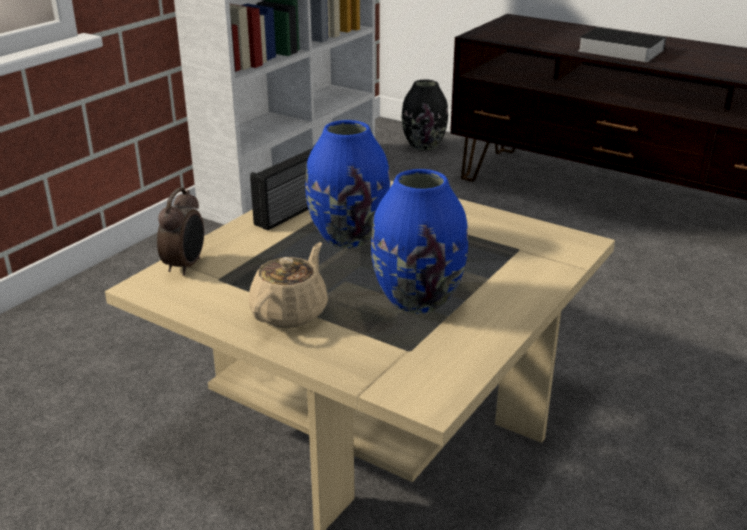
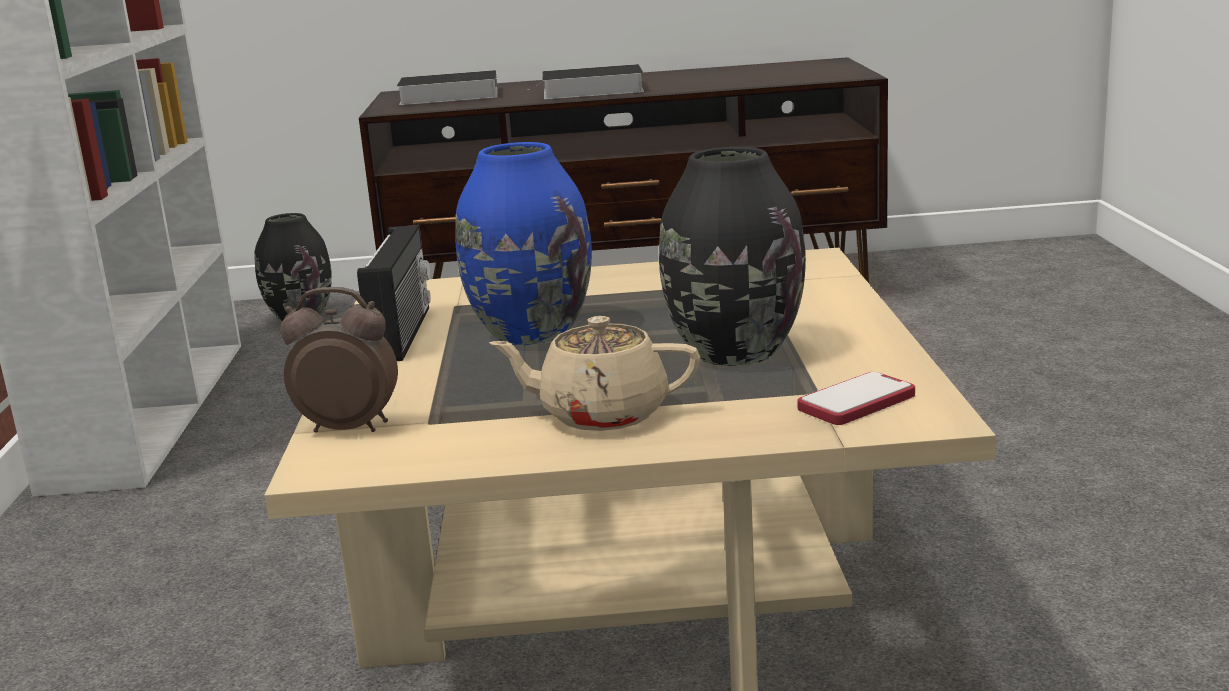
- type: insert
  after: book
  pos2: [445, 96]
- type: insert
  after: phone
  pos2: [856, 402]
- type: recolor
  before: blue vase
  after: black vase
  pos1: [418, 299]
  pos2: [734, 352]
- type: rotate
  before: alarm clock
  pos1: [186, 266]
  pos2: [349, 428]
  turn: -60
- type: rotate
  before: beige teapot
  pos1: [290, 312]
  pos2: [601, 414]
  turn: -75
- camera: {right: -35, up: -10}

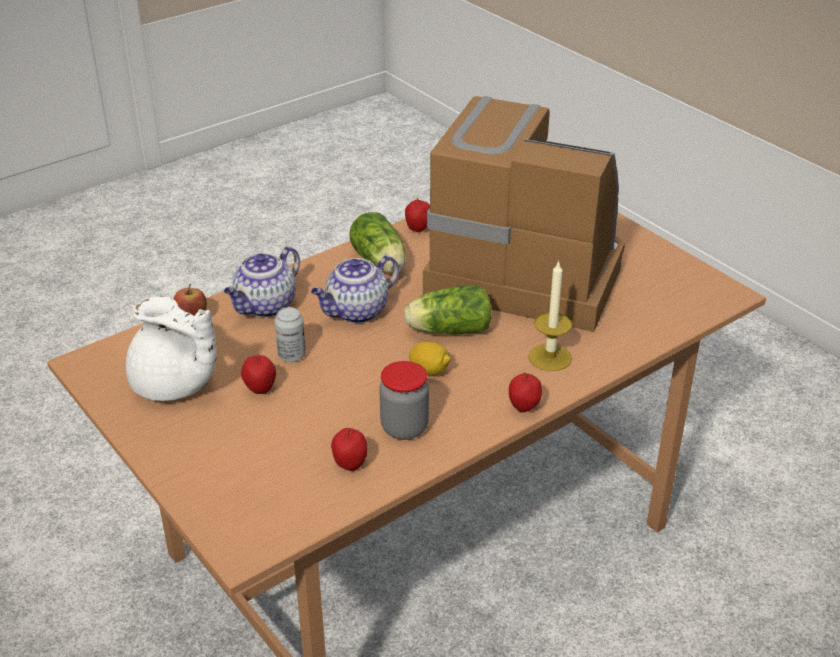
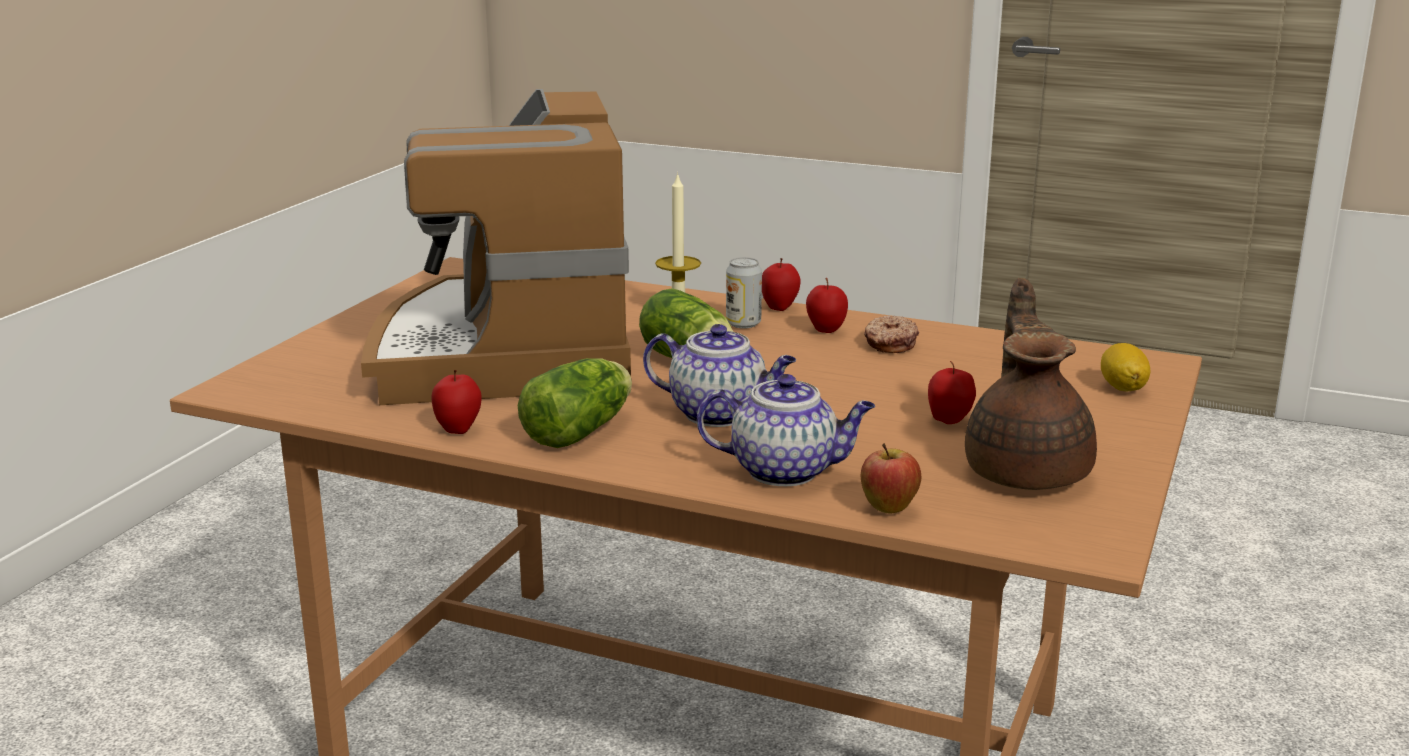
- type: move
  before: can
  pos1: [291, 355]
  pos2: [743, 324]
- type: move
  before: apple
  pos1: [350, 465]
  pos2: [826, 331]
- type: move
  before: lemon
  pos1: [429, 371]
  pos2: [1123, 388]
- type: replace
  before: jar
  after: donut
  pos1: [404, 428]
  pos2: [889, 343]
- type: recolor
  before: white teapot
  after: brown teapot
  pos1: [174, 386]
  pos2: [1027, 470]
- camera: {right: -120, up: -15}

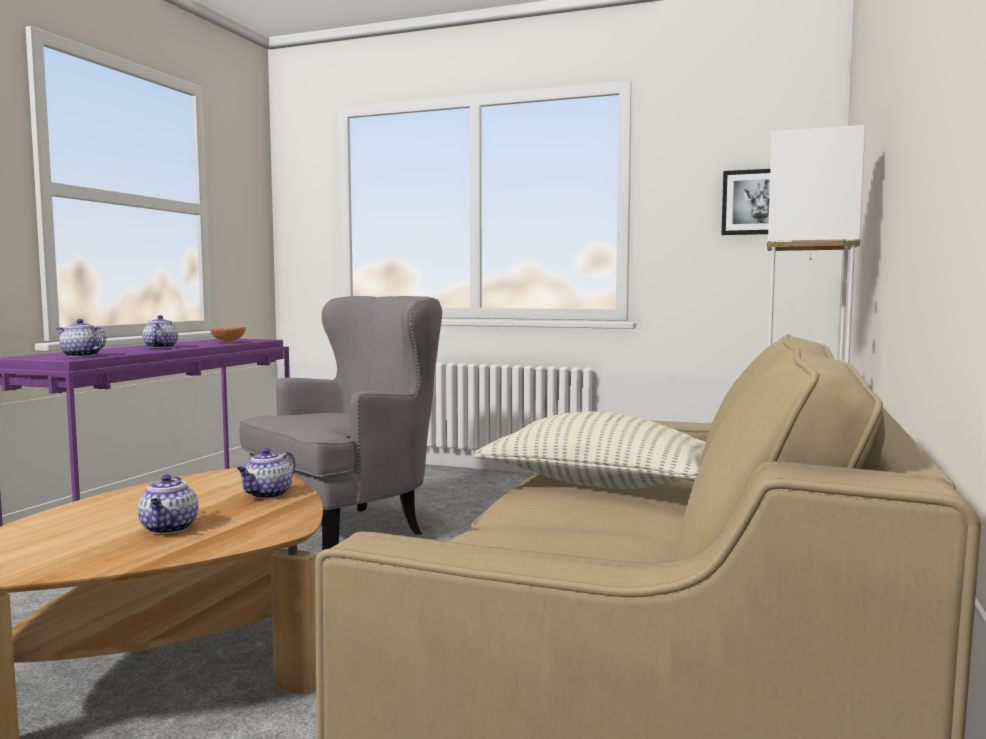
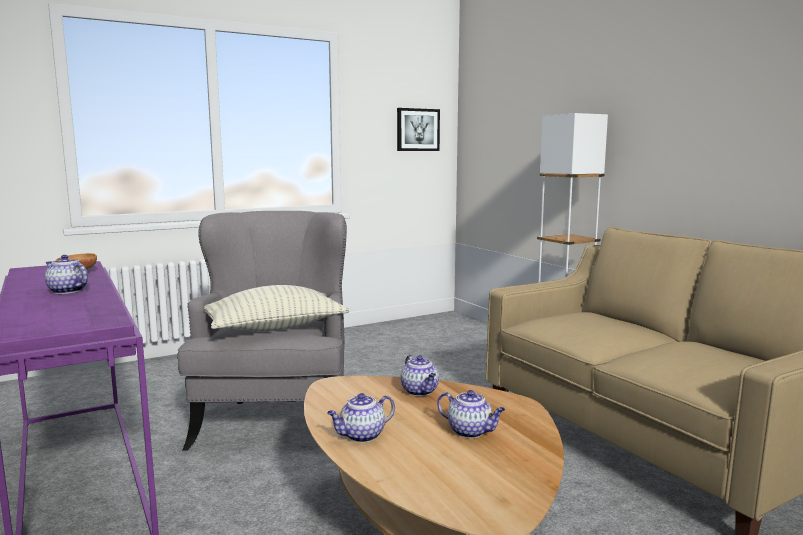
- type: move
  before: teapot
  pos1: [80, 356]
  pos2: [361, 436]
- type: move
  before: pillow
  pos1: [599, 484]
  pos2: [275, 328]
- camera: {right: -50, up: 5}

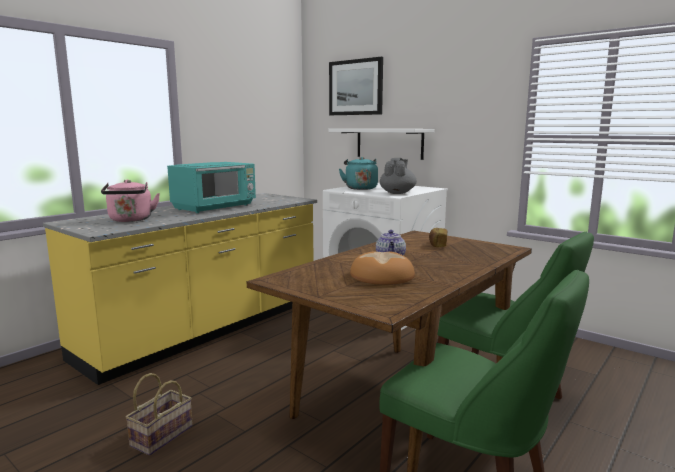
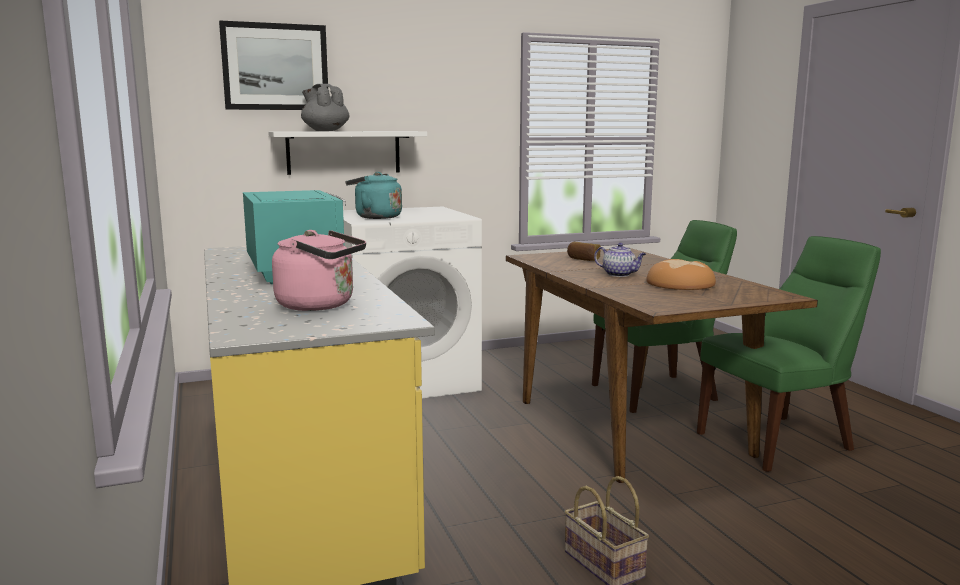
- type: move
  before: grey teapot
  pos1: [397, 193]
  pos2: [325, 131]
- camera: {right: -60, up: 0}

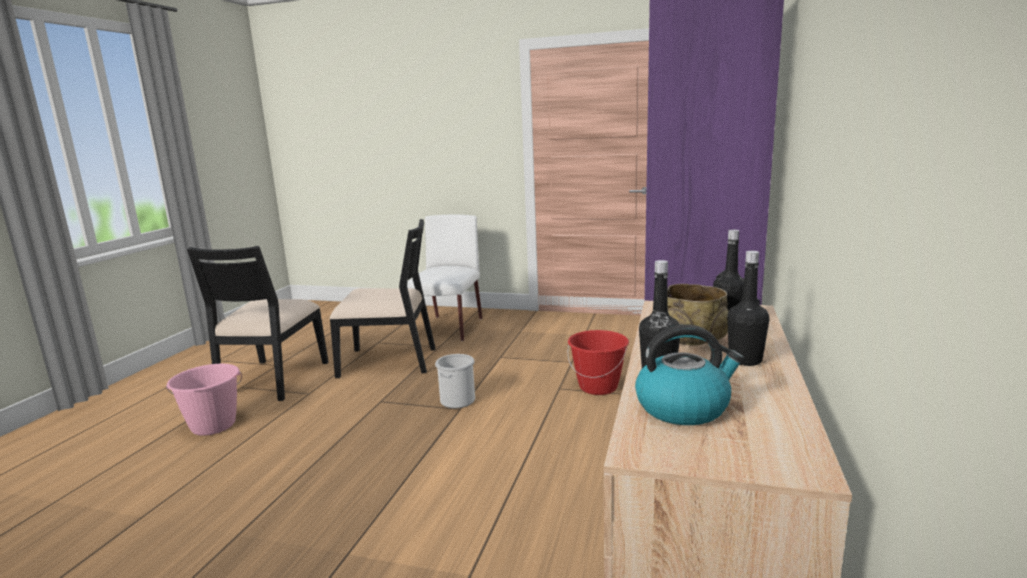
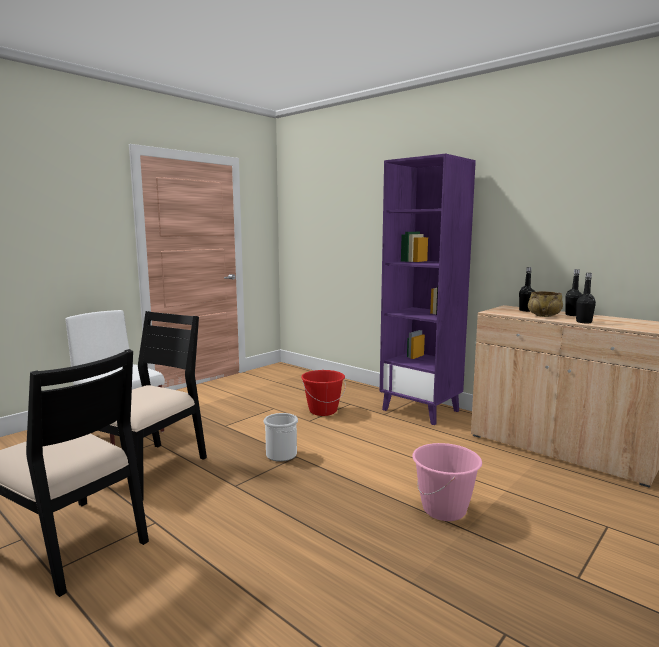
- type: delete
  before: kettle
  pos1: [683, 407]
- type: move
  before: pink bucket
  pos1: [213, 426]
  pos2: [444, 509]
- camera: {right: -65, up: -5}

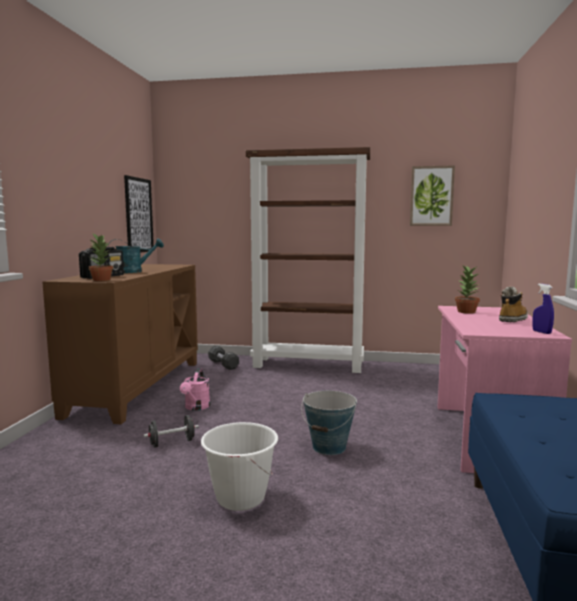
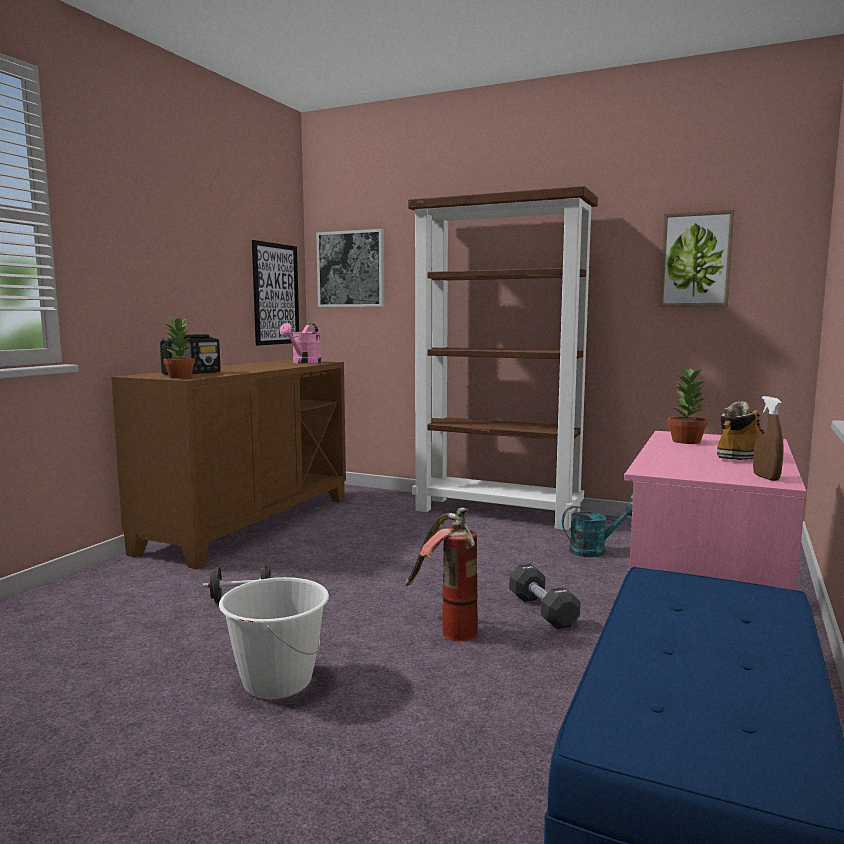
- type: insert
  after: picture
  pos2: [351, 269]
- type: move
  before: turquoise watering can
  pos1: [134, 271]
  pos2: [594, 550]
- type: move
  before: pink watering can
  pos1: [196, 407]
  pos2: [304, 362]
- type: move
  before: black dumbbell
  pos1: [223, 364]
  pos2: [542, 611]
- type: replace
  before: bucket
  after: fire extinguisher
  pos1: [329, 447]
  pos2: [446, 630]
- type: recolor
  before: blue spray bottle
  after: brown spray bottle
  pos1: [541, 332]
  pos2: [766, 477]
- camera: {right: 15, up: 0}

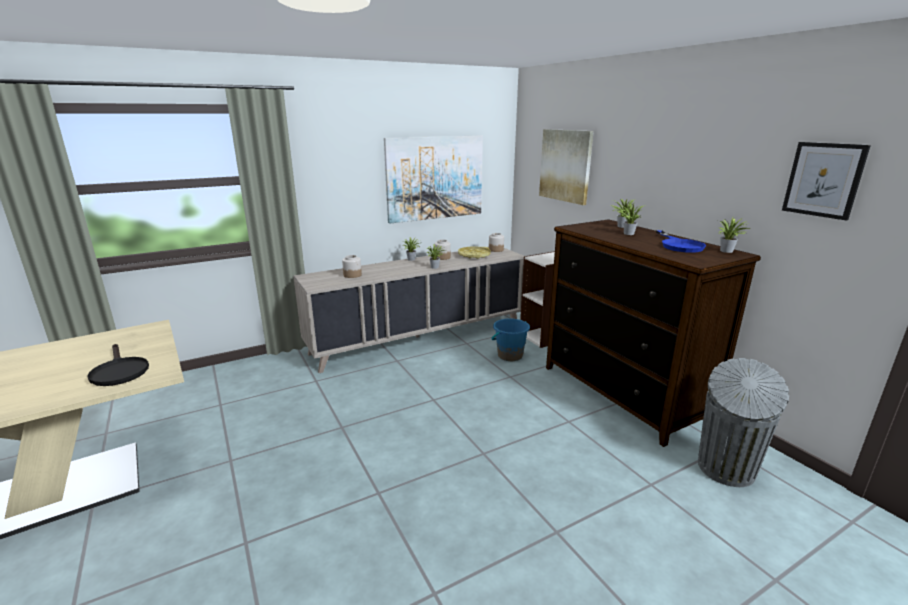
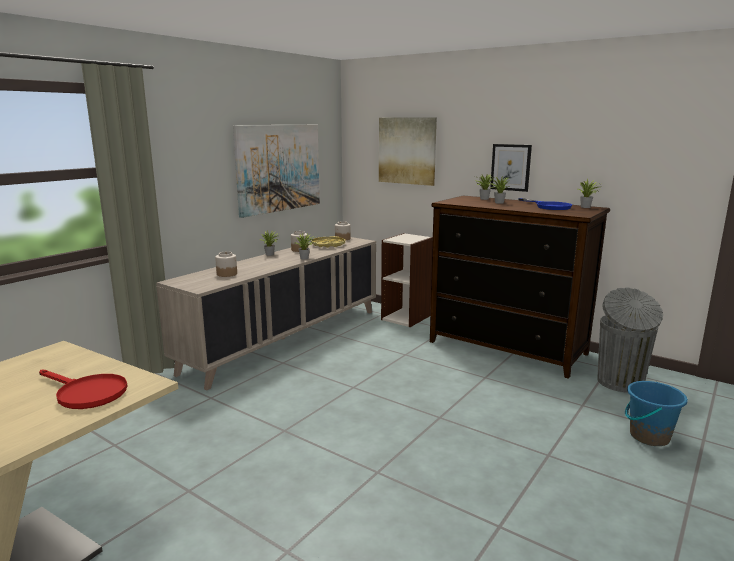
- type: move
  before: blue bucket
  pos1: [509, 355]
  pos2: [649, 436]
- type: move
  before: picture
  pos1: [823, 180]
  pos2: [510, 167]
- type: recolor
  before: black frying pan
  after: red frying pan
  pos1: [119, 371]
  pos2: [86, 393]
- camera: {right: -25, up: -5}

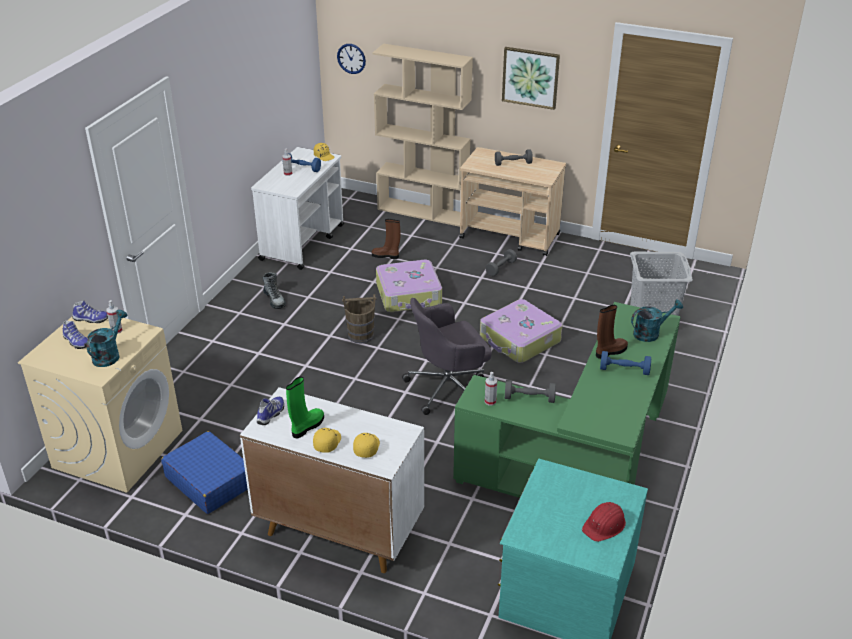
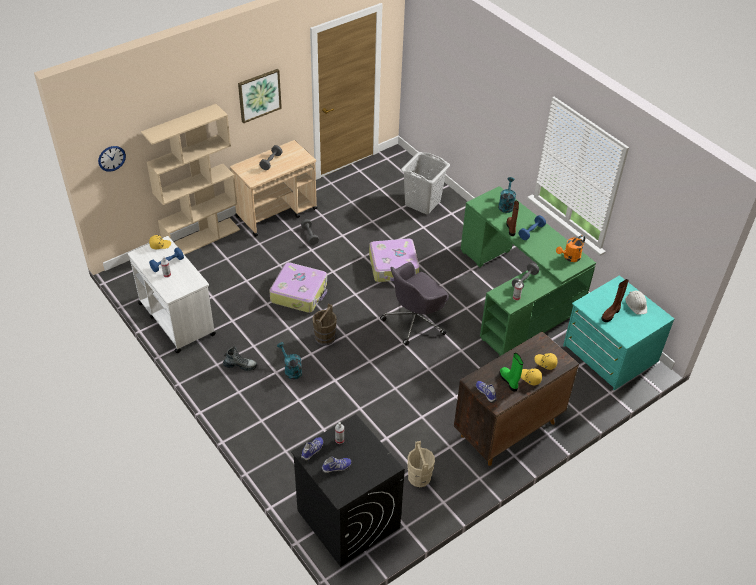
- type: insert
  after: orange watering can
  pos2: [569, 258]
- type: move
  before: turquoise watering can
  pos1: [109, 355]
  pos2: [291, 370]
- type: move
  before: brown boot
  pos1: [386, 256]
  pos2: [611, 314]
- type: replace
  before: blue suitcase
  after: beige bucket
  pos1: [210, 481]
  pos2: [419, 477]
- type: recolor
  before: beige washing machine
  after: black washing machine
  pos1: [118, 448]
  pos2: [347, 518]
- type: recolor
  before: white cabinet
  after: brown cabinet
  pos1: [338, 530]
  pos2: [507, 430]
- type: recolor
  before: red hard hat
  after: white hard hat
  pos1: [604, 525]
  pos2: [636, 304]
- type: rotate
  before: grey office chair
  pos1: [449, 388]
  pos2: [415, 321]
  turn: 45
- camera: {right: -60, up: 10}

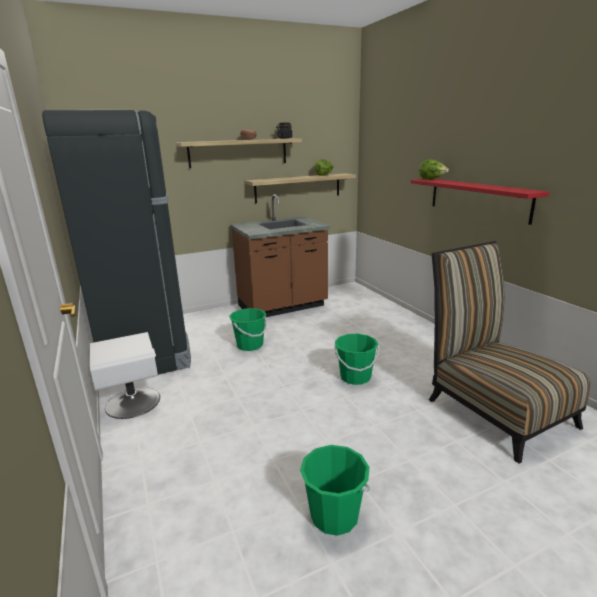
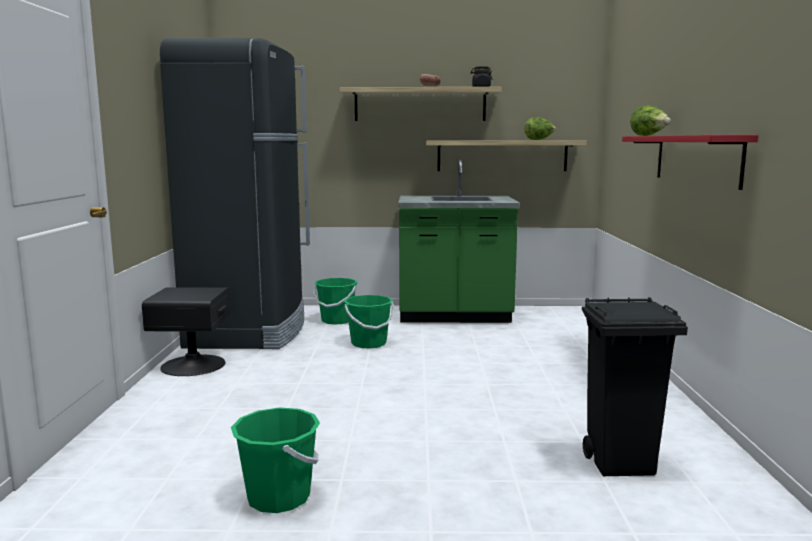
- type: move
  before: green bucket
  pos1: [355, 377]
  pos2: [336, 320]
- type: replace
  before: chair
  after: black trash can
  pos1: [493, 408]
  pos2: [621, 464]
- type: recolor
  before: white nightstand
  after: black nightstand
  pos1: [132, 402]
  pos2: [192, 365]
- type: recolor
  before: brown counter
  after: green counter
  pos1: [282, 306]
  pos2: [454, 316]
- camera: {right: 25, up: -10}

